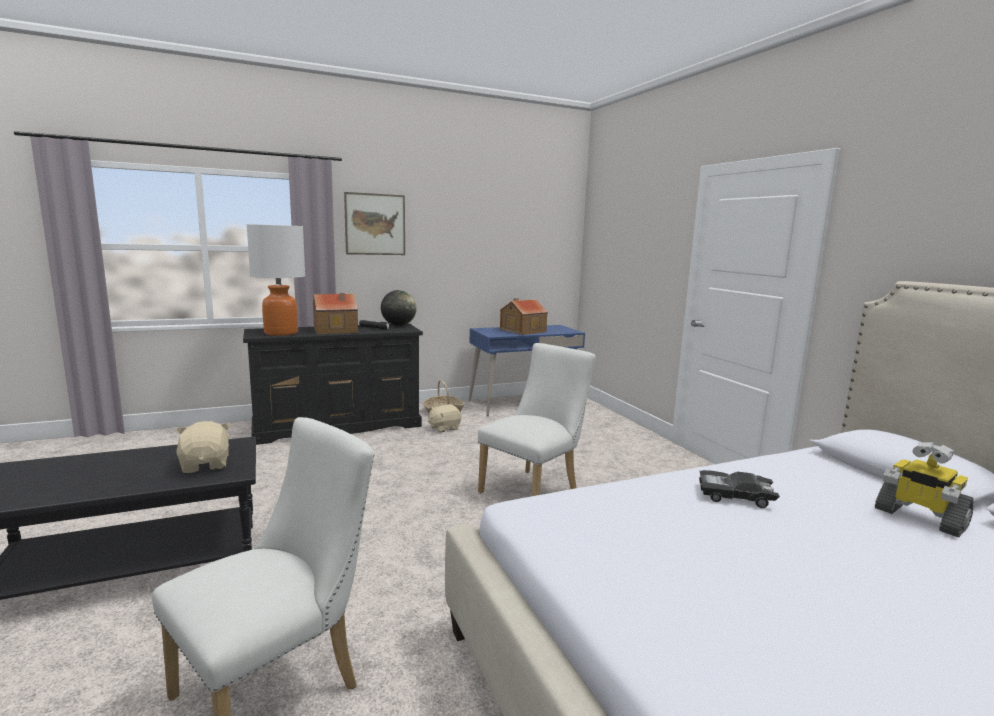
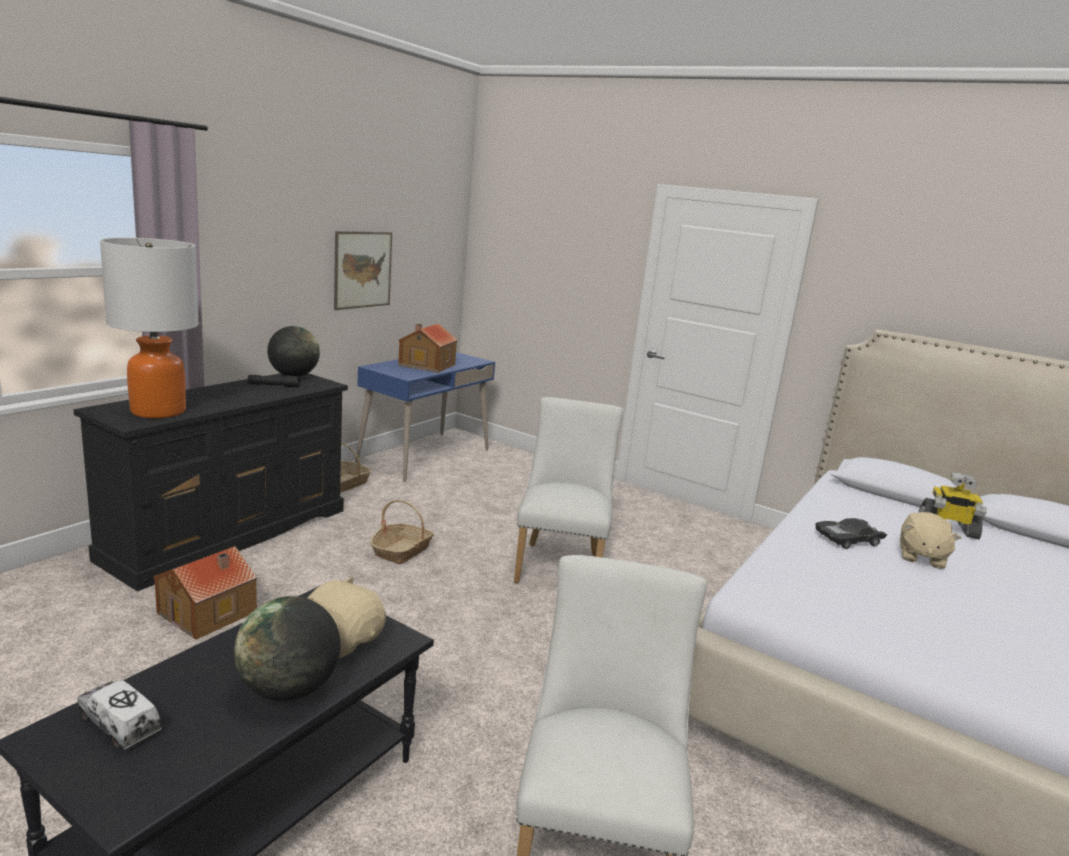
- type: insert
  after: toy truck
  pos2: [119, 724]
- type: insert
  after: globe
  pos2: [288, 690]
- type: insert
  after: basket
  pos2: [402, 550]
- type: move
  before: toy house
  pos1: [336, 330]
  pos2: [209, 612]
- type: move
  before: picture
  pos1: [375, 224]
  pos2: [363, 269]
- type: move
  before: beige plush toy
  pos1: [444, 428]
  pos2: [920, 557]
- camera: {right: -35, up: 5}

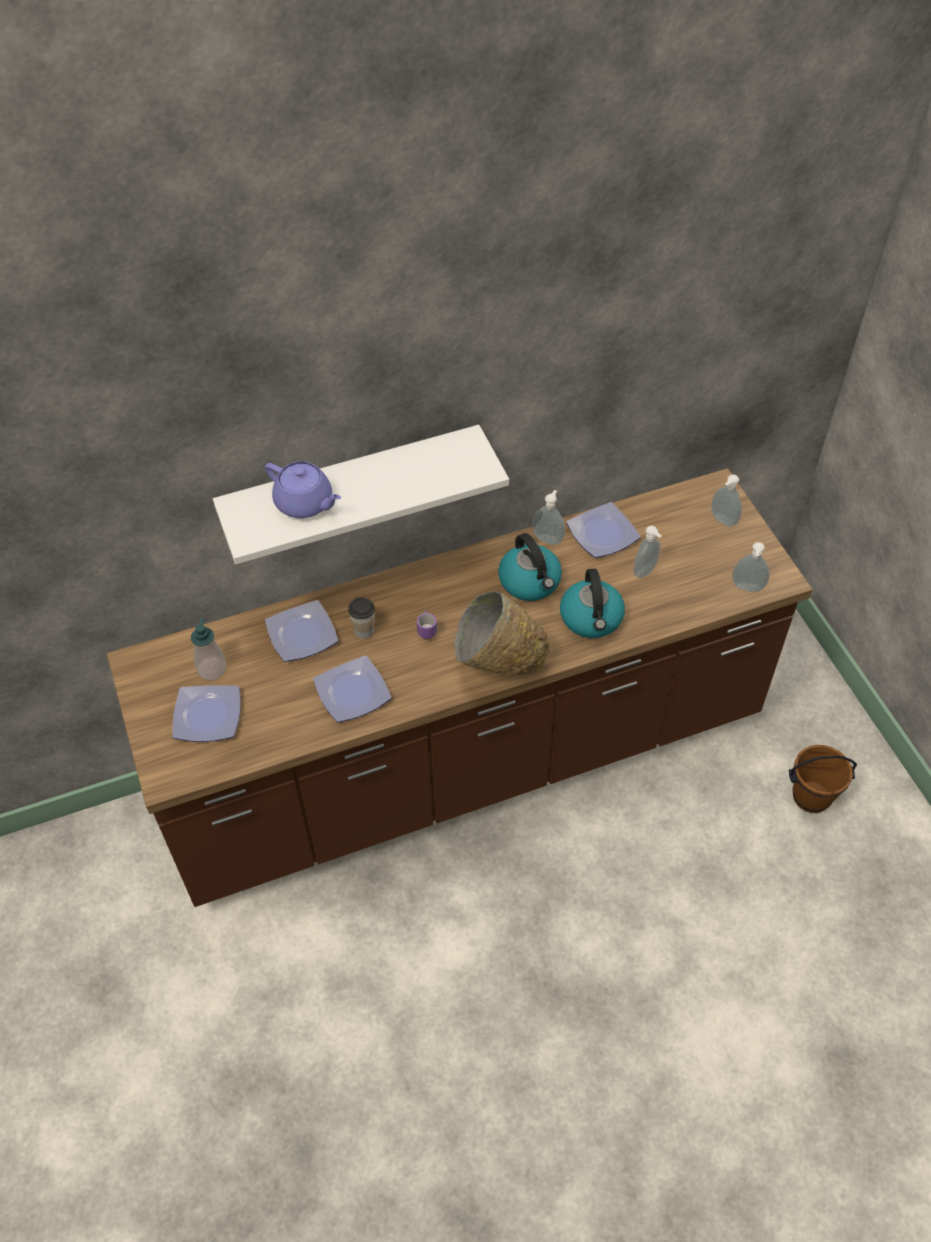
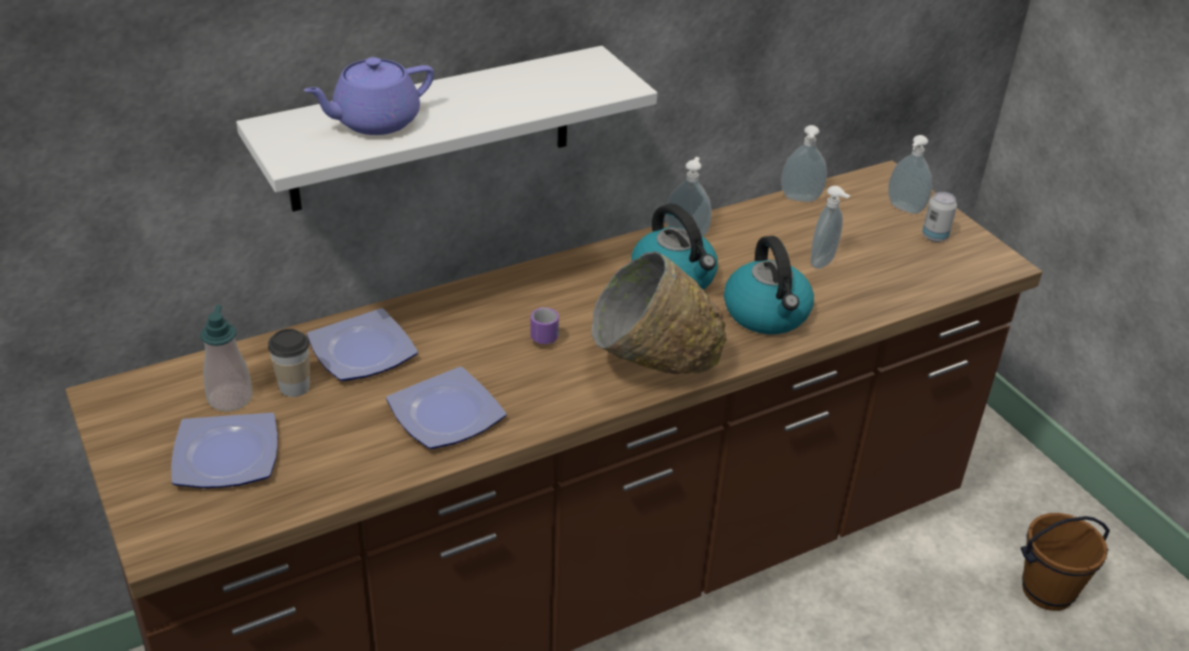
- type: delete
  before: plate
  pos1: [604, 534]
- type: insert
  after: can
  pos2: [934, 236]
- type: move
  before: cup
  pos1: [364, 630]
  pos2: [294, 387]
- type: move
  before: soap dispenser
  pos1: [747, 589]
  pos2: [800, 199]
- type: rotate
  before: purple teapot
  pos1: [305, 503]
  pos2: [374, 121]
  turn: 120
- camera: {right: -10, up: -15}

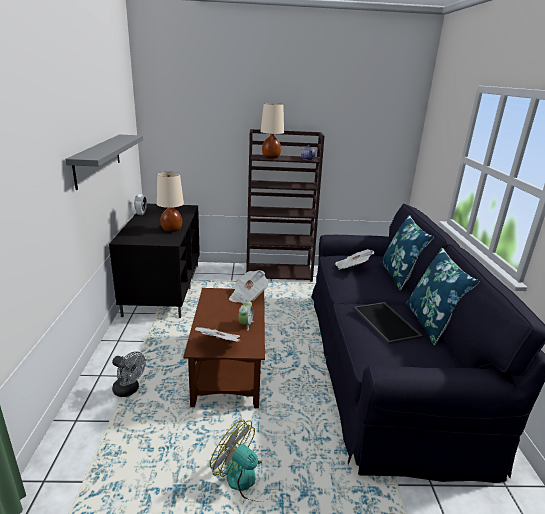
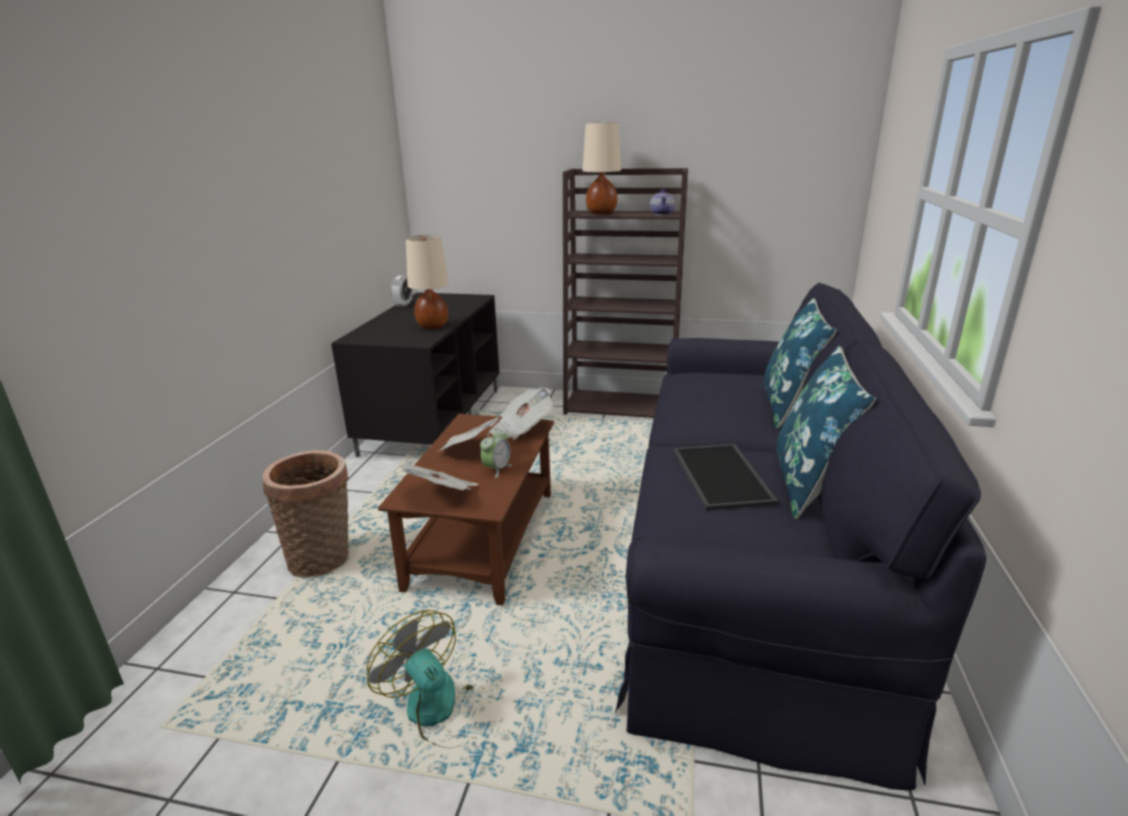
- type: delete
  before: grey shelf
  pos1: [98, 159]
- type: move
  before: newspaper
  pos1: [352, 268]
  pos2: [470, 449]
- type: replace
  before: grey fan
  after: basket
  pos1: [129, 390]
  pos2: [323, 559]
- camera: {right: 15, up: 0}

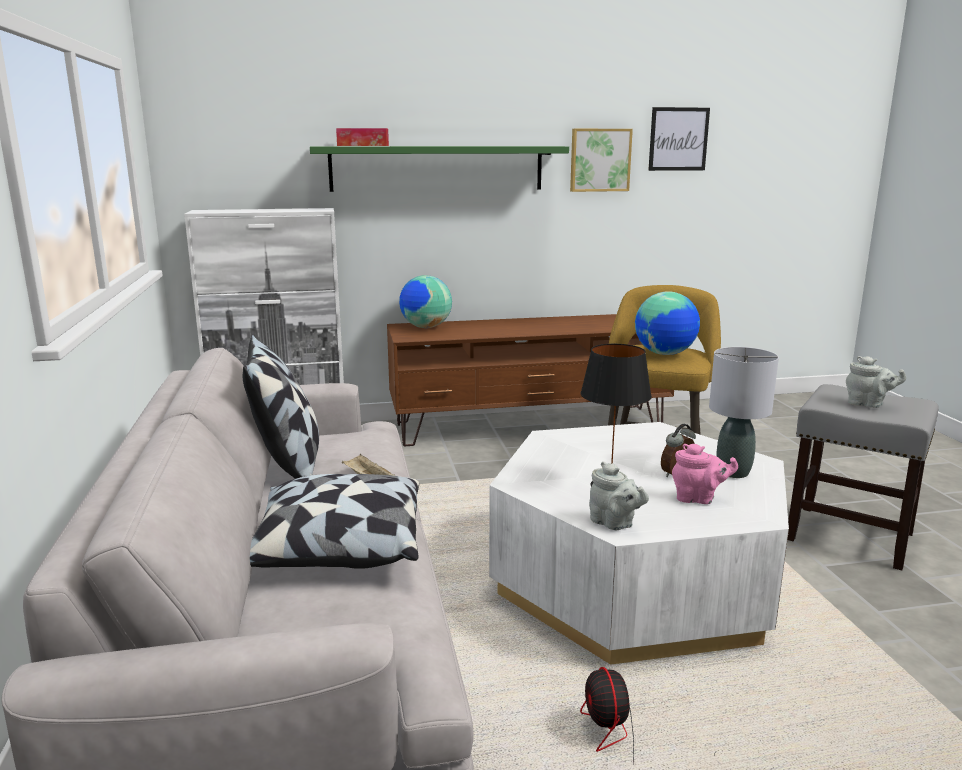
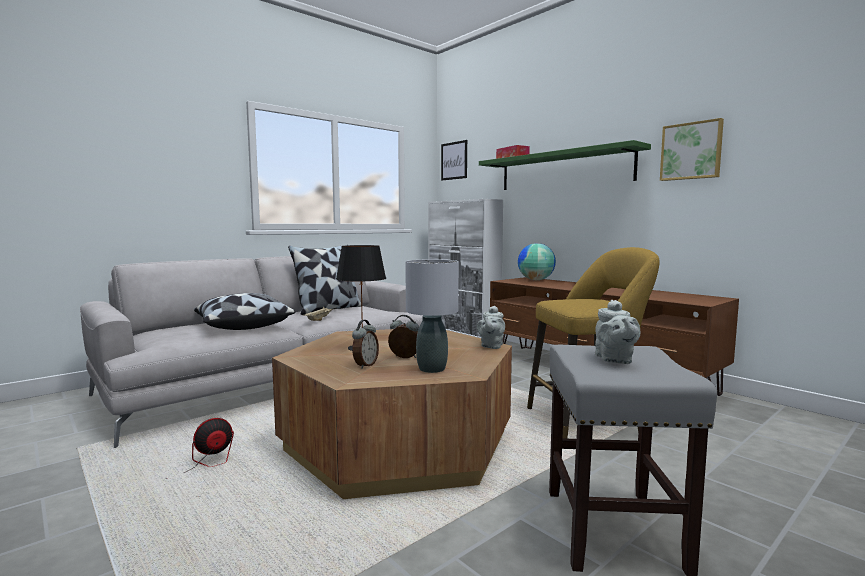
- type: delete
  before: globe
  pos1: [665, 354]
- type: move
  before: grey teapot
  pos1: [614, 523]
  pos2: [491, 346]
- type: move
  before: picture
  pos1: [678, 139]
  pos2: [454, 160]
- type: replace
  before: pink teapot
  after: alarm clock
  pos1: [698, 499]
  pos2: [365, 365]
- type: recolor
  before: white coffee table
  after: brown coffee table
  pos1: [634, 580]
  pos2: [398, 441]
- camera: {right: 60, up: -10}

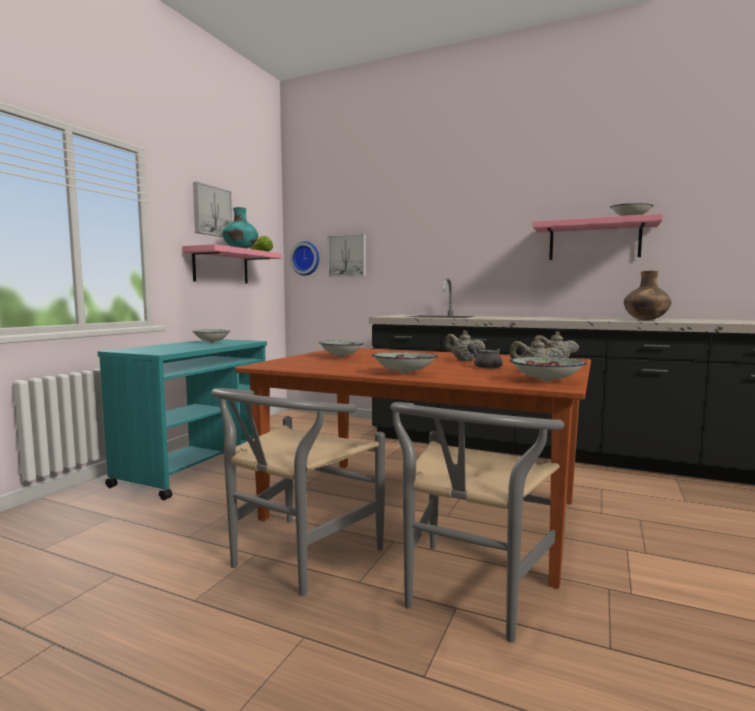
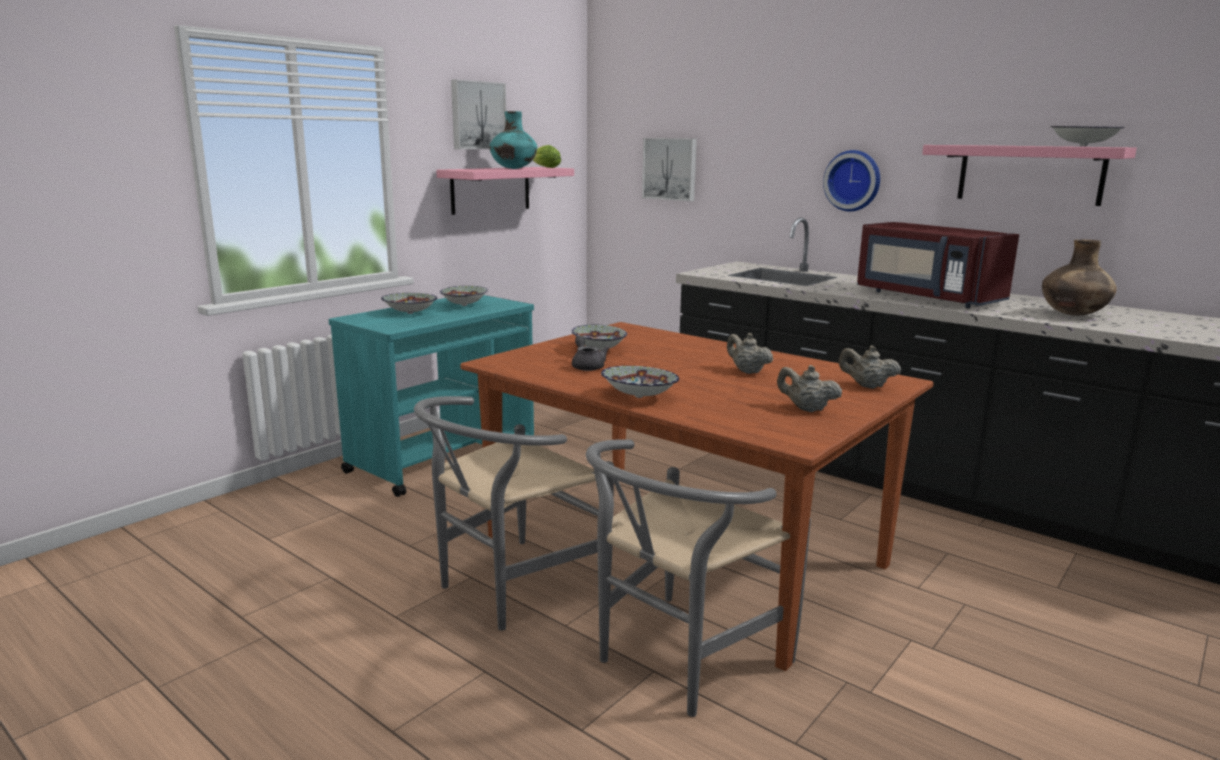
- type: insert
  after: red microwave
  pos2: [925, 297]
- type: move
  before: wall clock
  pos1: [306, 258]
  pos2: [853, 180]
- type: move
  before: grey teapot
  pos1: [485, 366]
  pos2: [587, 366]
- type: move
  before: bowl
  pos1: [546, 381]
  pos2: [410, 313]
- camera: {right: 15, up: 10}

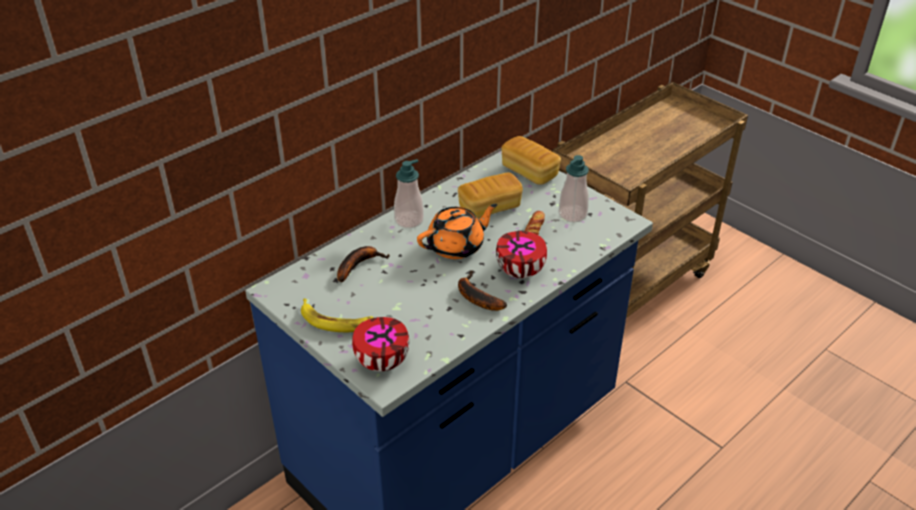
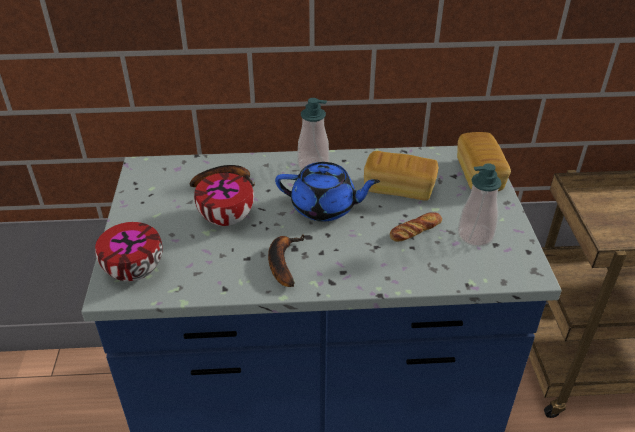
- type: delete
  before: banana
  pos1: [335, 320]
- type: move
  before: bowl
  pos1: [521, 272]
  pos2: [226, 219]
- type: recolor
  before: orange teapot
  after: blue teapot
  pos1: [457, 246]
  pos2: [325, 207]
- camera: {right: 40, up: 0}

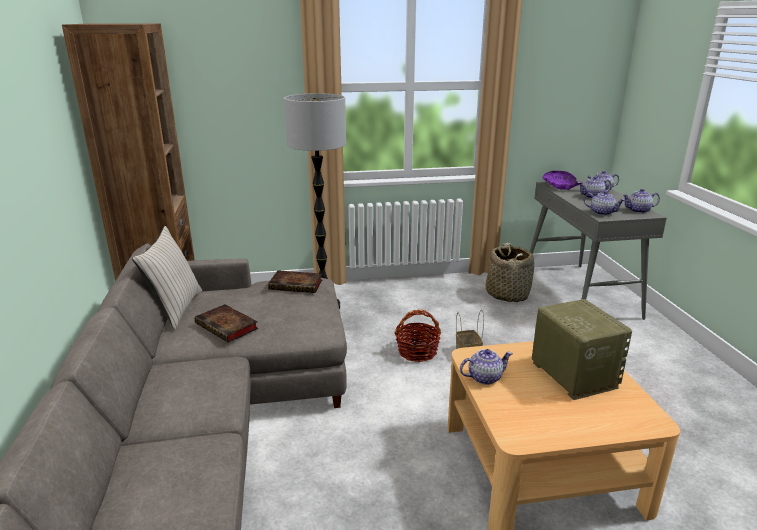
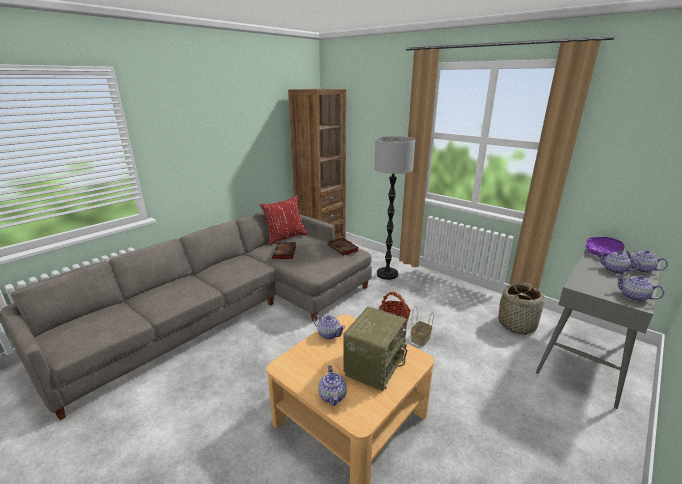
- type: move
  before: teapot
  pos1: [602, 213]
  pos2: [333, 396]
- type: recolor
  before: beige pillow
  after: red pillow
  pos1: [175, 309]
  pos2: [285, 237]
- camera: {right: 50, up: 0}

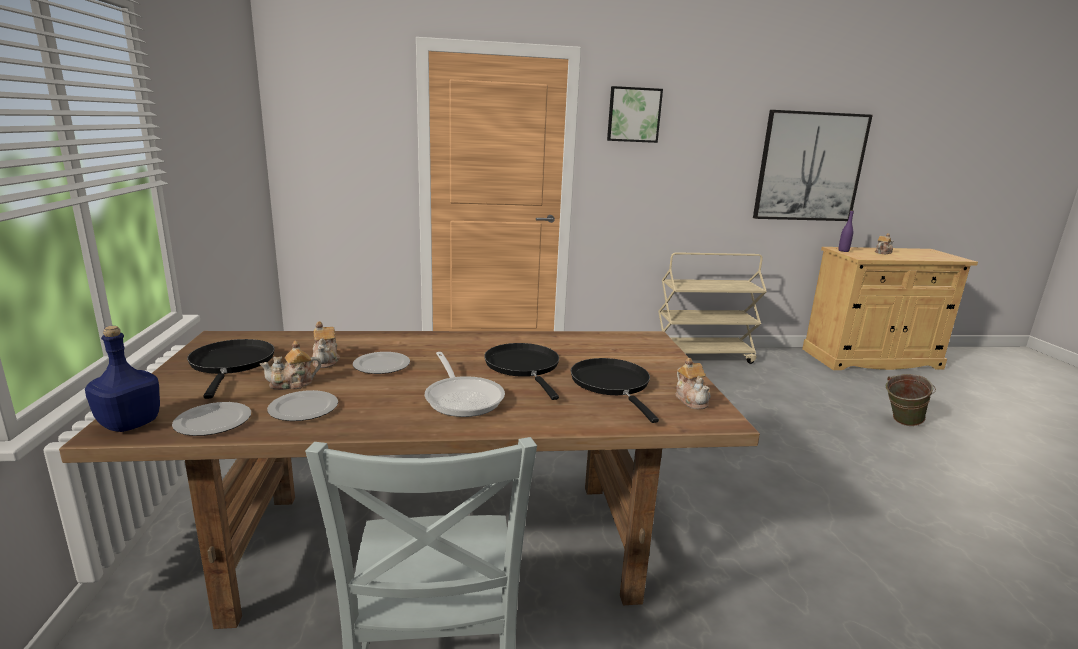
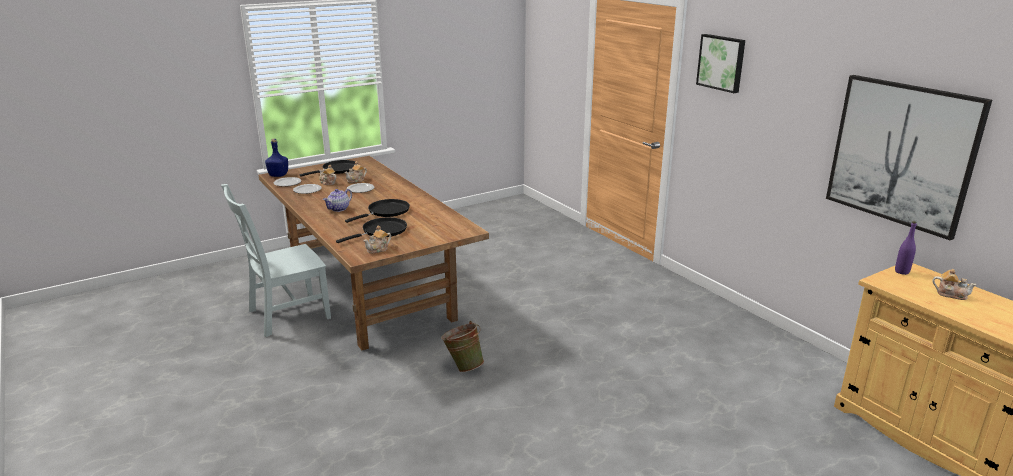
- type: delete
  before: beige cart
  pos1: [702, 356]
- type: move
  before: green bucket
  pos1: [901, 423]
  pos2: [463, 366]
- type: replace
  before: frying pan
  after: teapot
  pos1: [463, 398]
  pos2: [339, 209]
- camera: {right: 65, up: 5}

